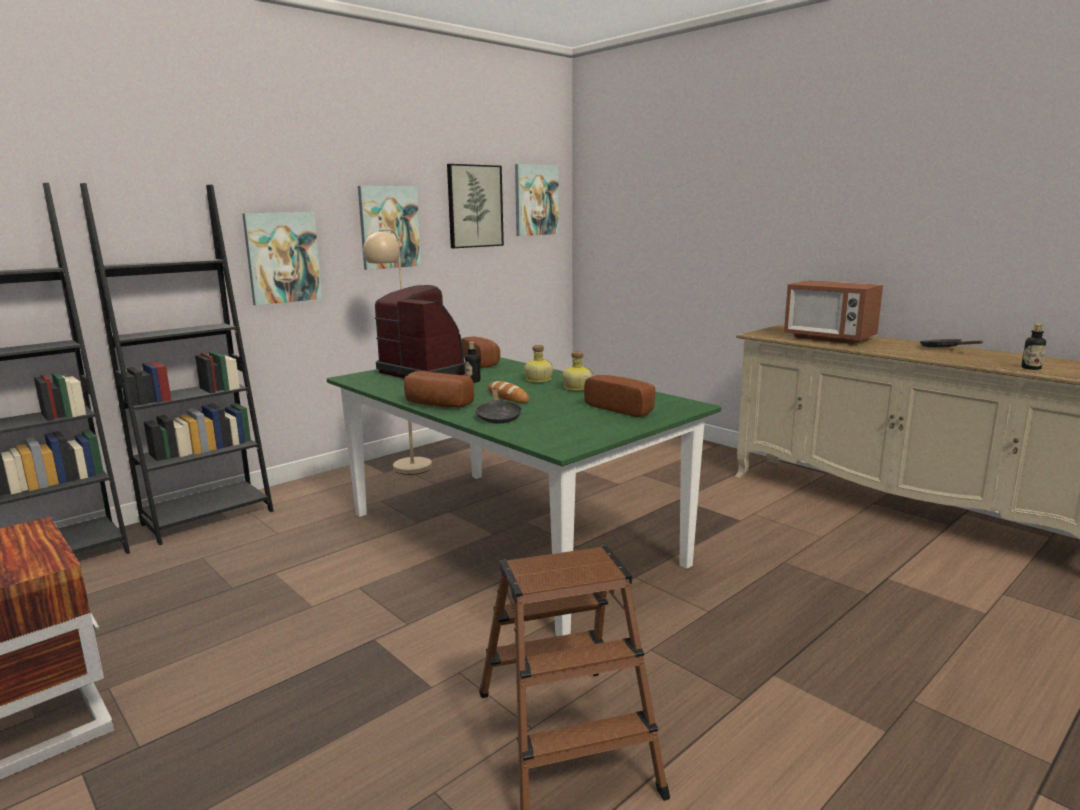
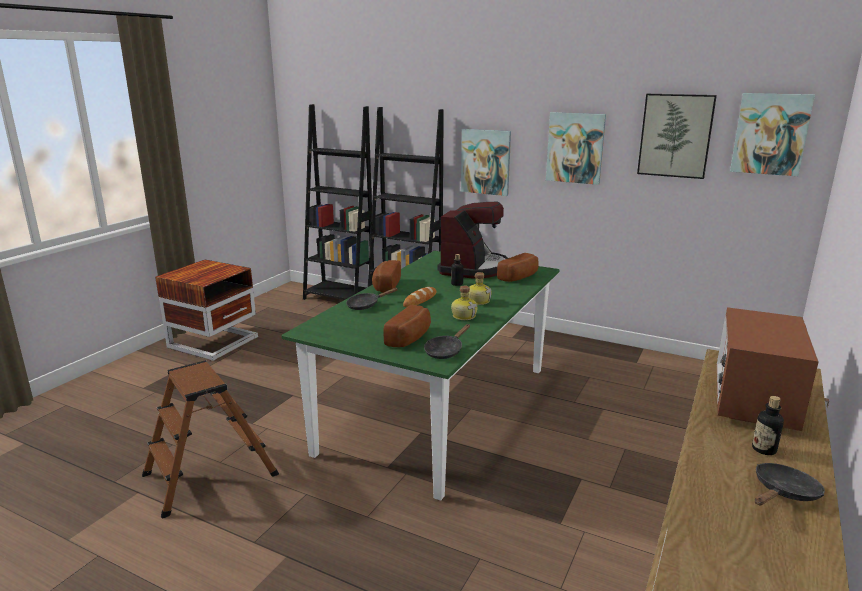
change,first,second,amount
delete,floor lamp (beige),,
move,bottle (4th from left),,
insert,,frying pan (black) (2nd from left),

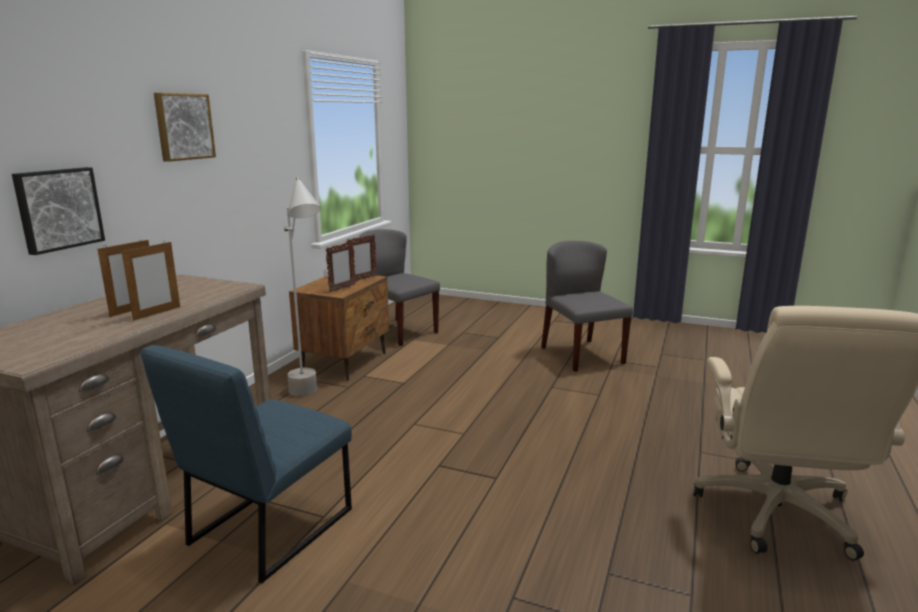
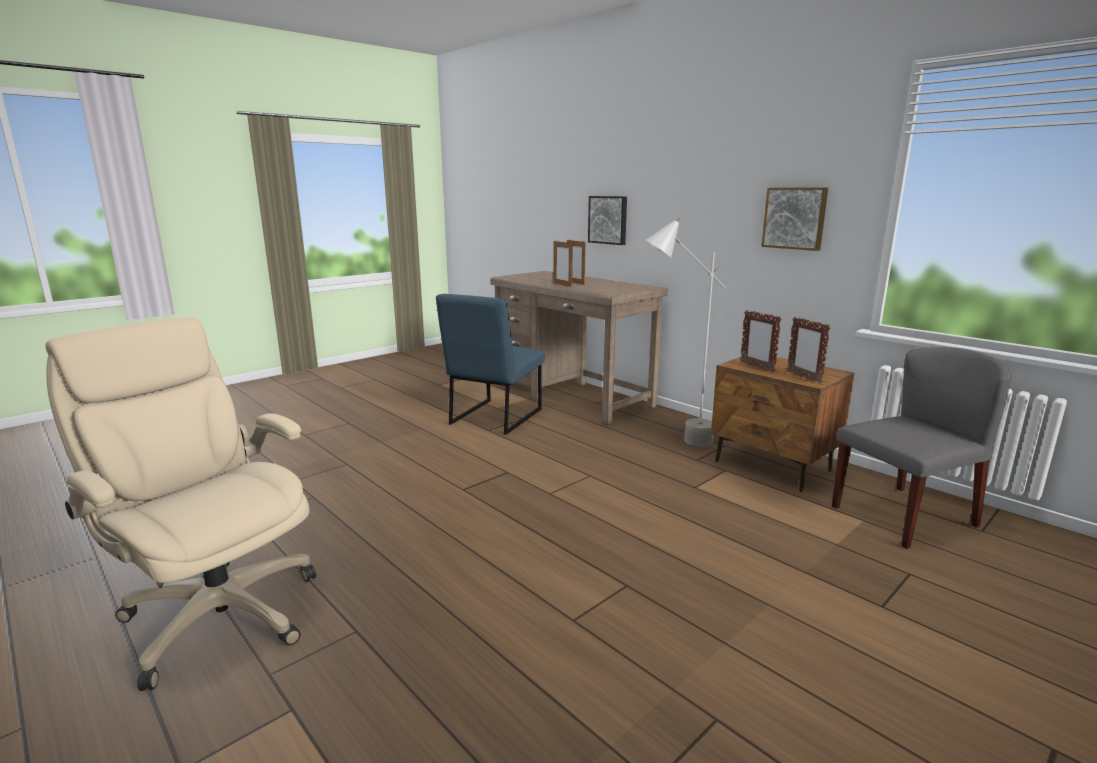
change,first,second,amount
rotate,chair (blue),,120 degrees counterclockwise
move,picture (2nd from left),,
delete,chair (grey) (2nd from left),,

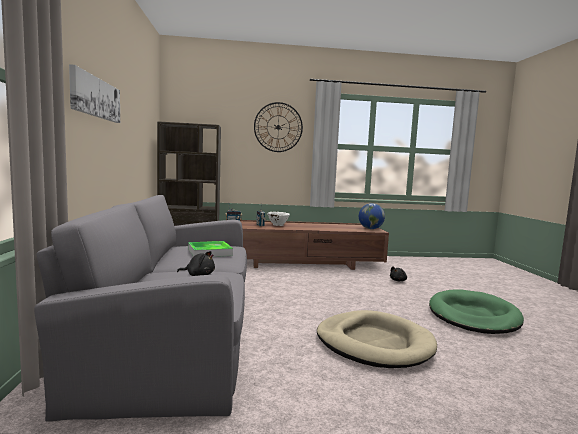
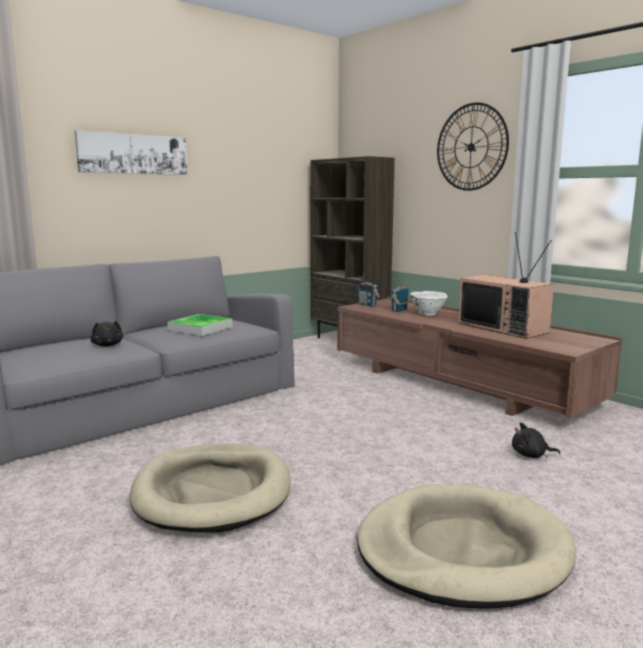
change,first,second,amount
delete,globe,,
recolor,dog bed (green),dog bed (beige) (2nd from left),
insert,,television,

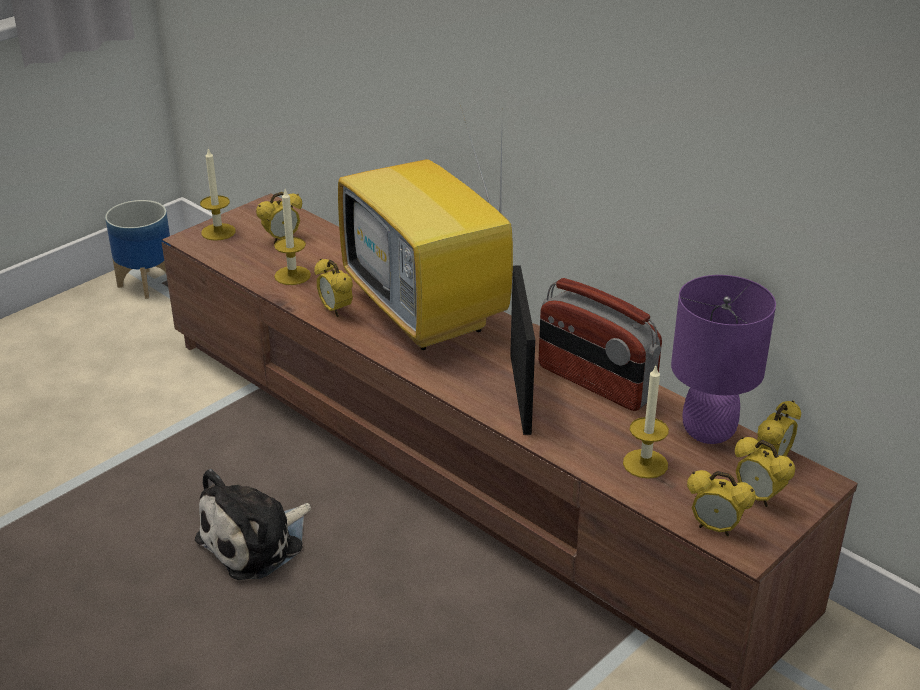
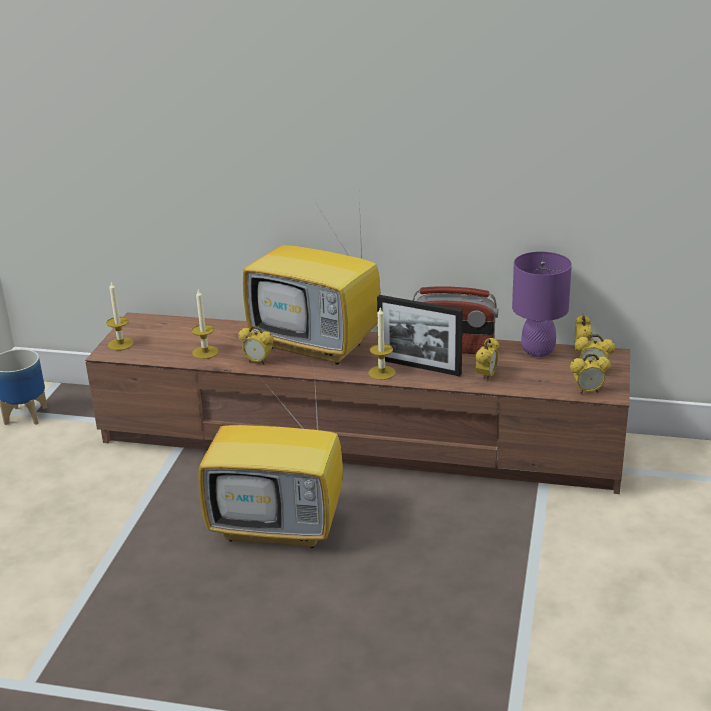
change,first,second,amount
replace,plush toy,television (1st from left),
move,alarm clock (1st from left in the first image),alarm clock (2nd from left),
rotate,picture frame,,150 degrees clockwise
move,candle (3rd from left),,

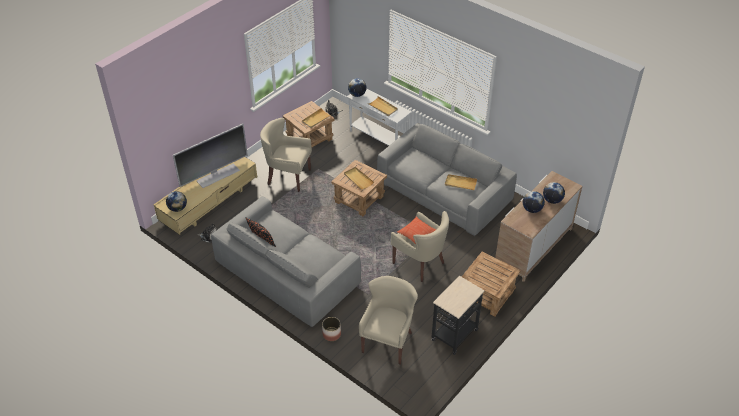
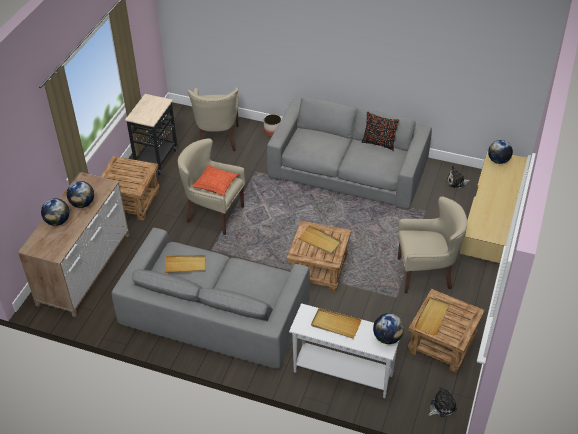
change,first,second,amount
delete,television,,

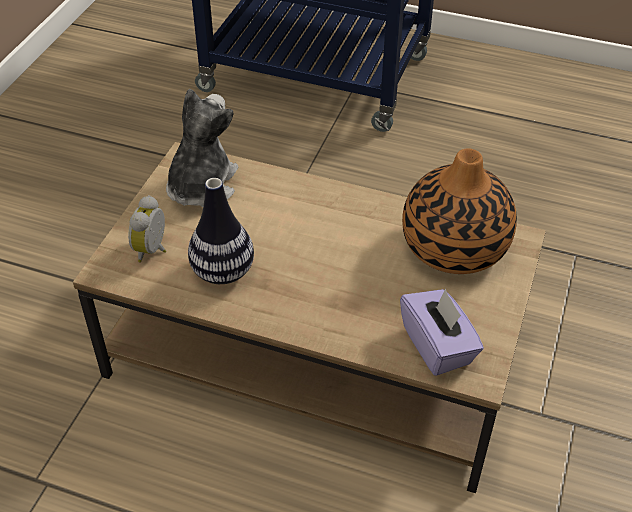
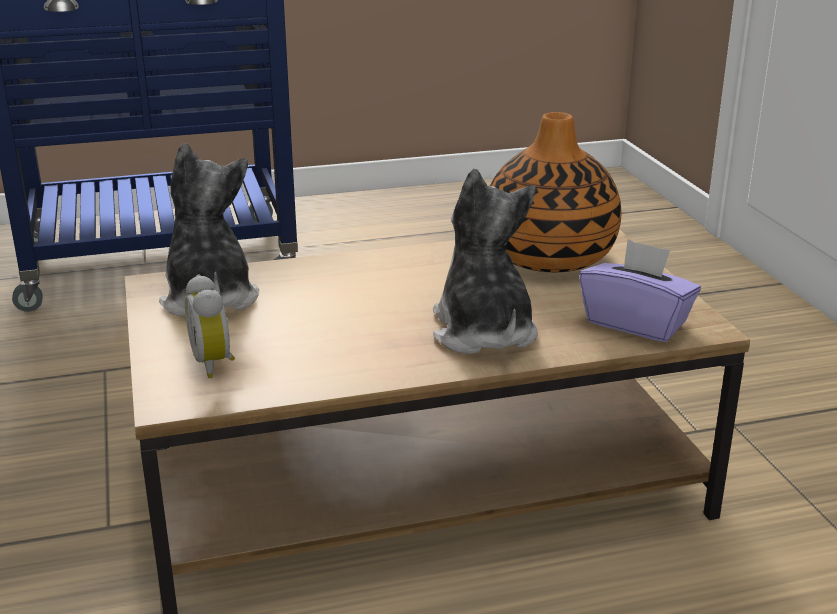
change,first,second,amount
delete,vase (1st from left),,
insert,,plush toy (2nd from left),

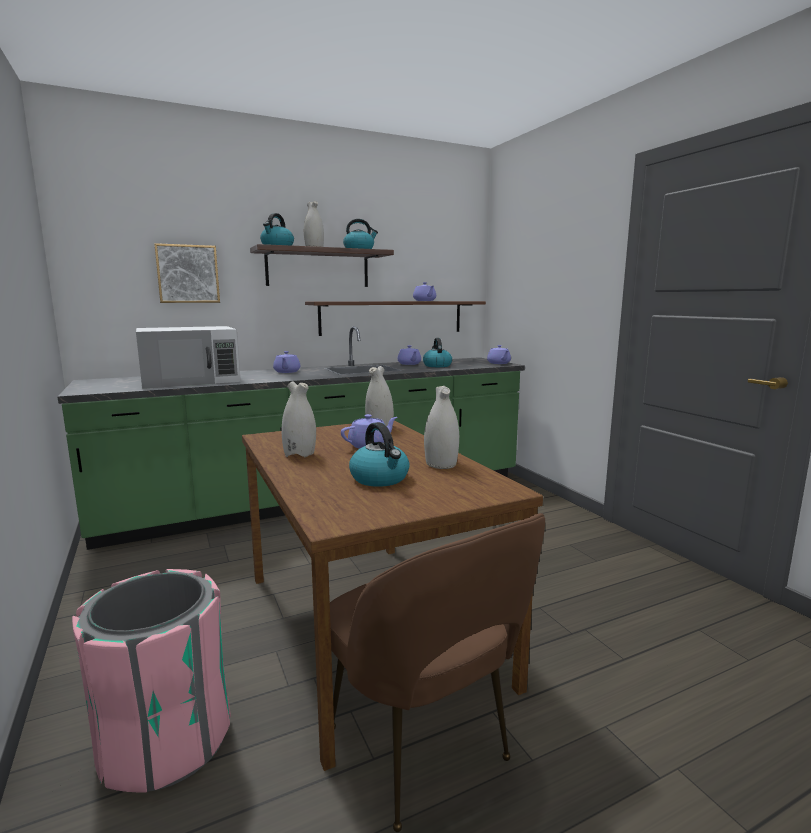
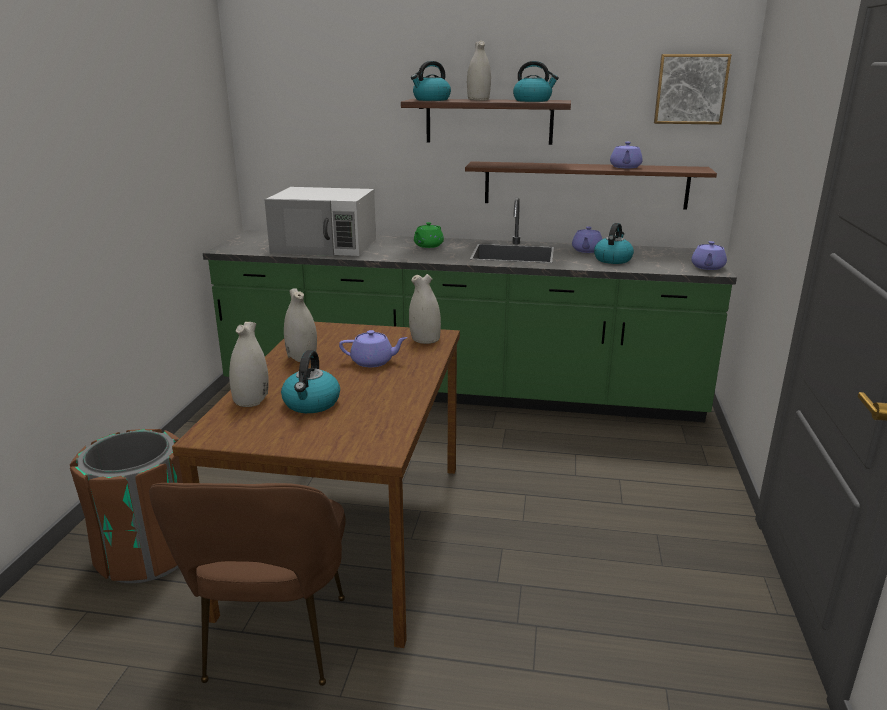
change,first,second,amount
recolor,trash can (pink),trash can (brown),
move,picture,,
recolor,teapot (purple) (1st from left),teapot (green),
move,vase (white) (4th from left in the first image),vase (white) (1st from left),

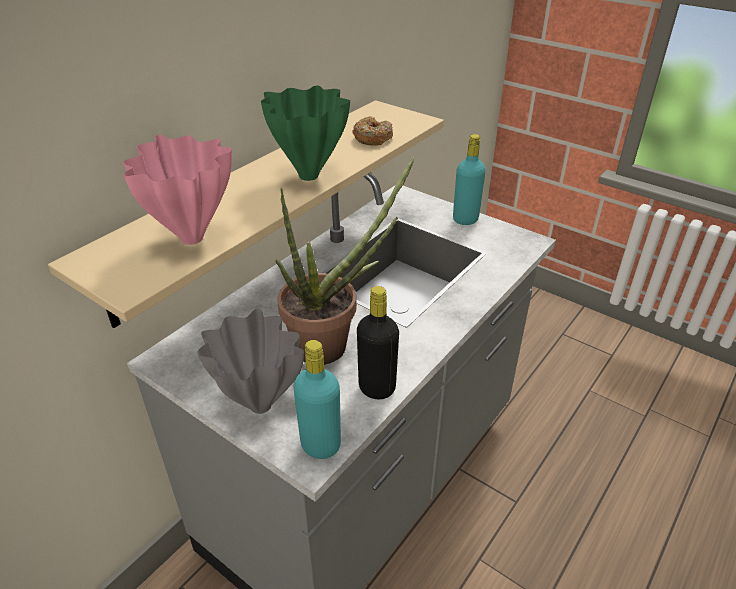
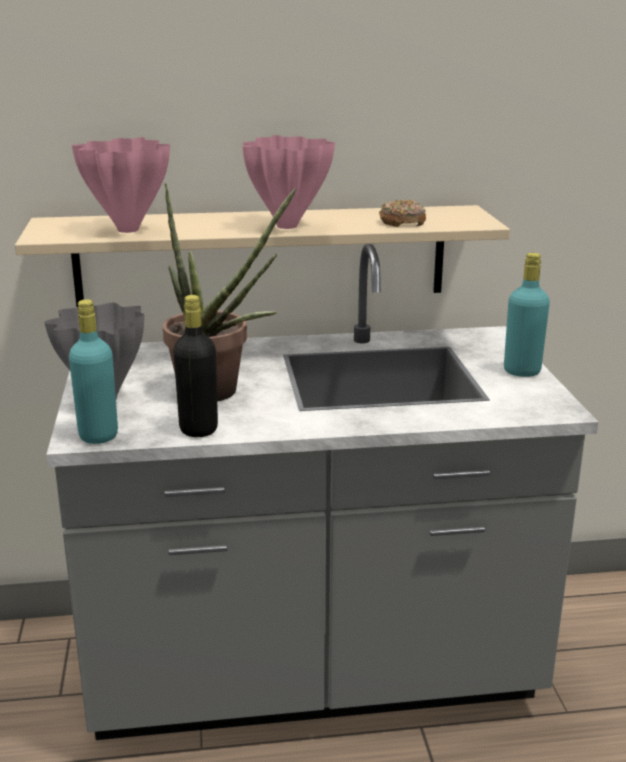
change,first,second,amount
recolor,vase (green),vase (pink) (2nd from left),

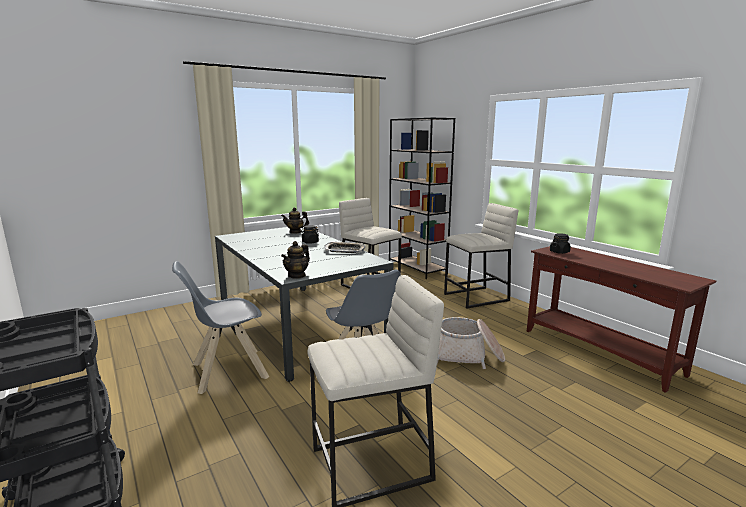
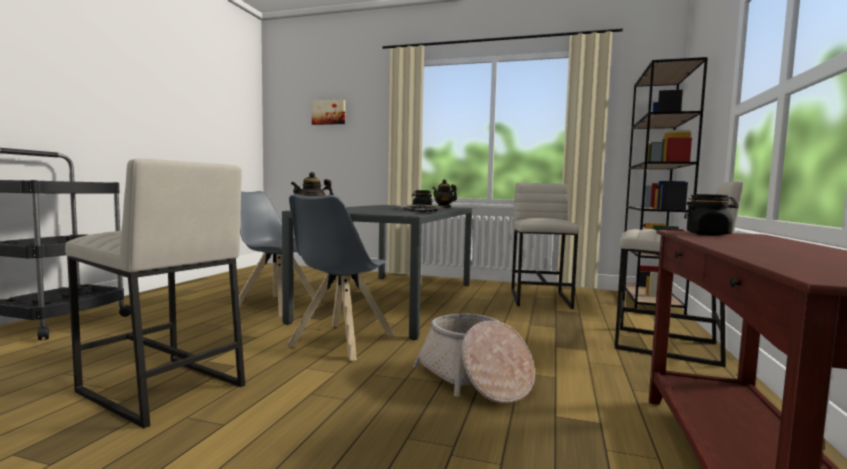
change,first,second,amount
insert,,picture,

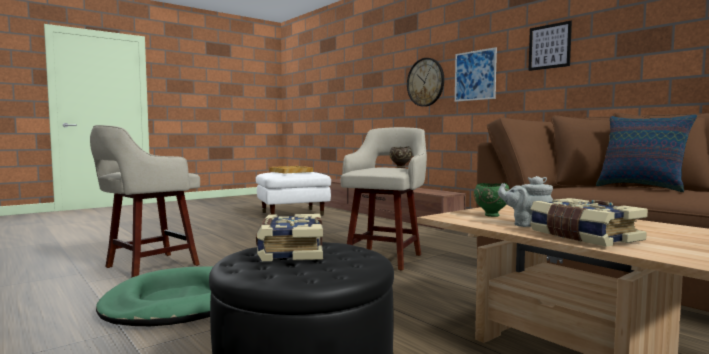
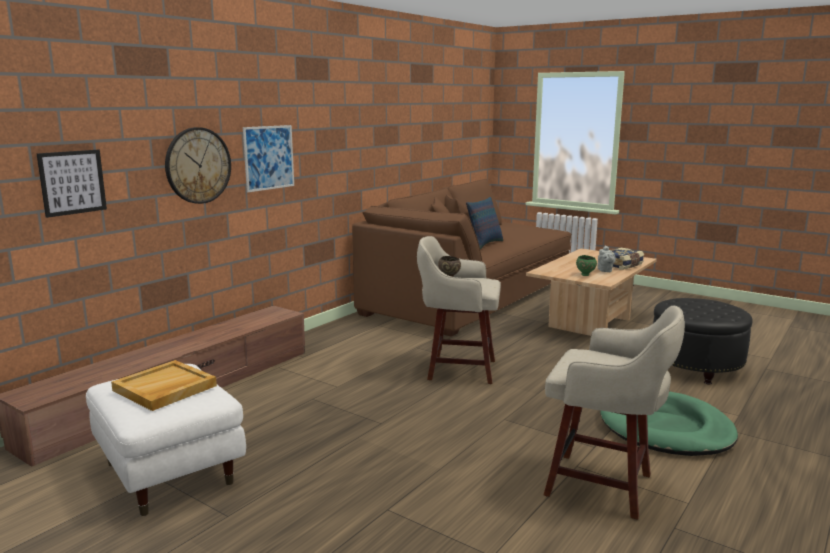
change,first,second,amount
delete,book (1st from left),,
move,picture (2nd from left in the first image),picture (1st from left),

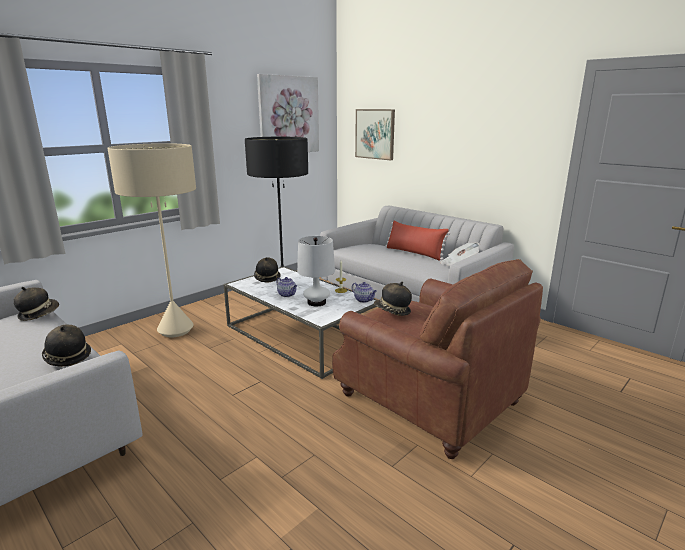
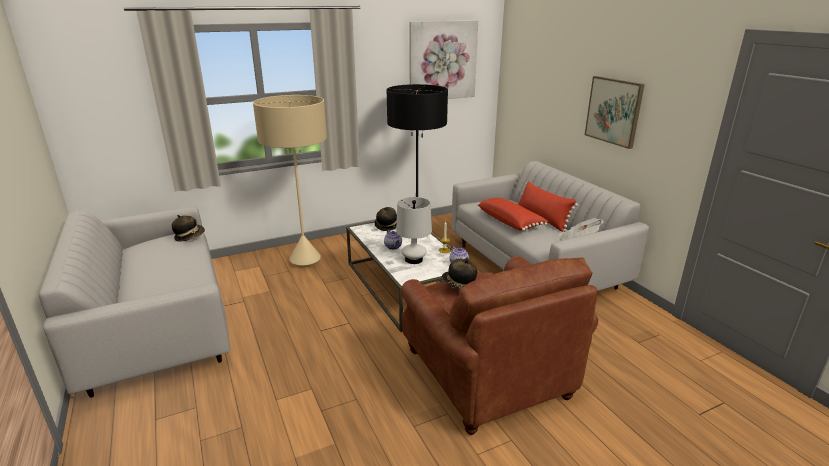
change,first,second,amount
delete,hat (2nd from left),,
move,picture (2nd from left),,
insert,,pillow (red) (1st from left),

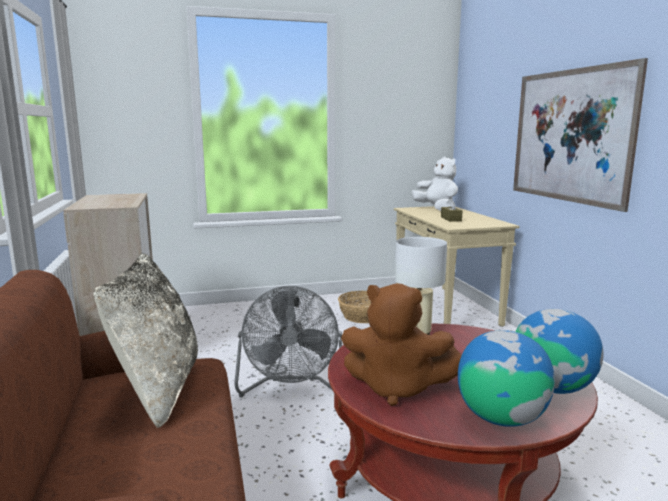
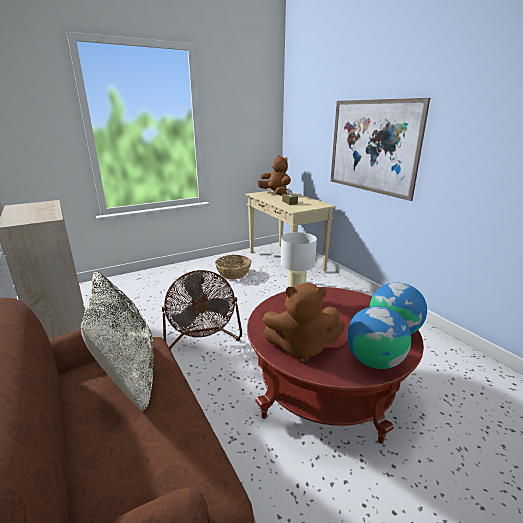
change,first,second,amount
recolor,fan (grey),fan (brown),
recolor,plush toy (white),plush toy (brown) (1st from left),

